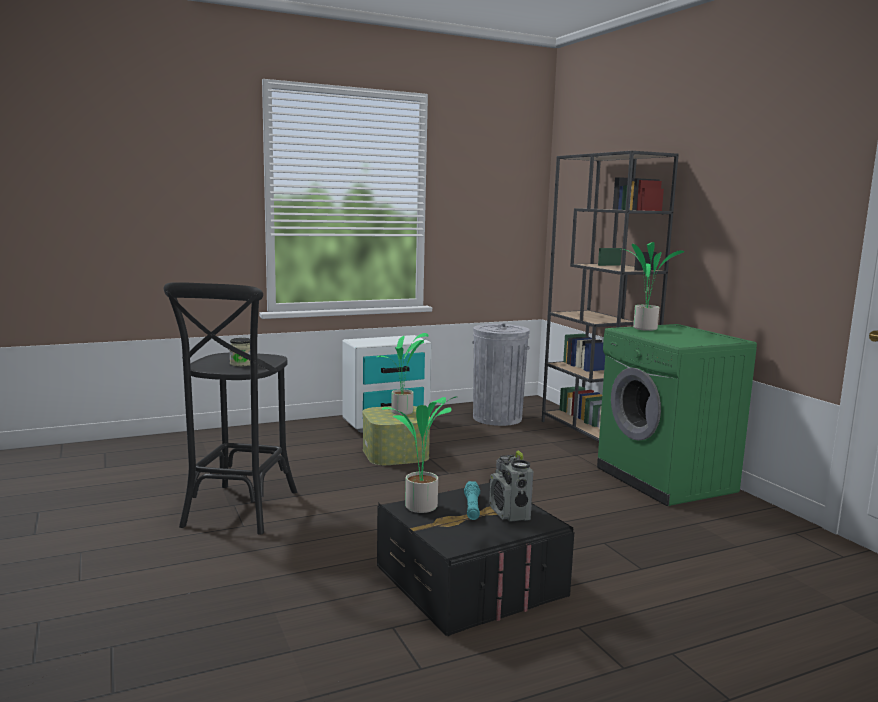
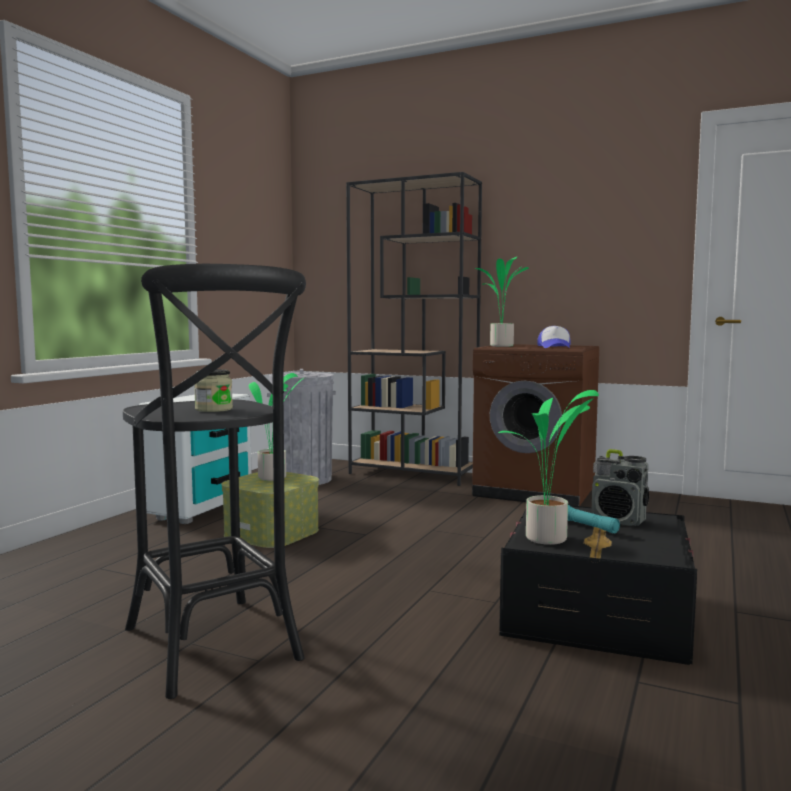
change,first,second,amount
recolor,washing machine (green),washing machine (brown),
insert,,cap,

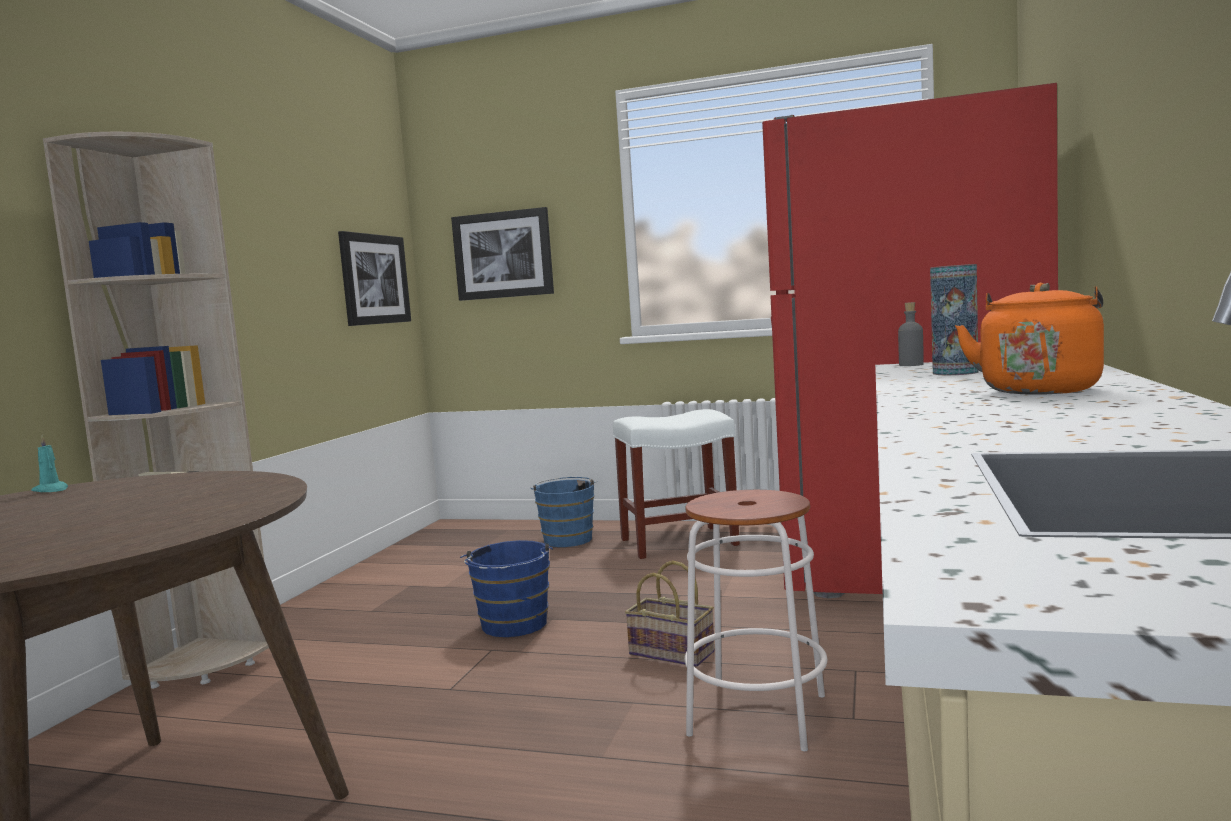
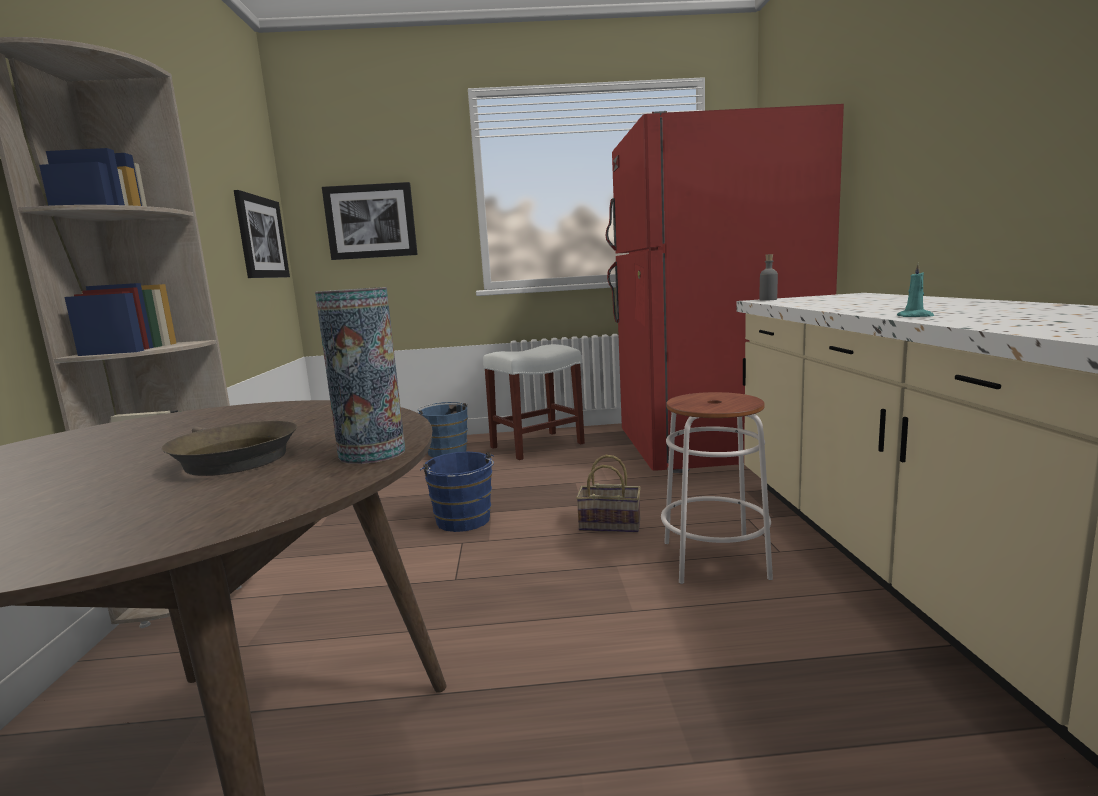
change,first,second,amount
move,candle (turquoise),,
move,vase,,
delete,kettle (orange),,
insert,,frying pan (brown),

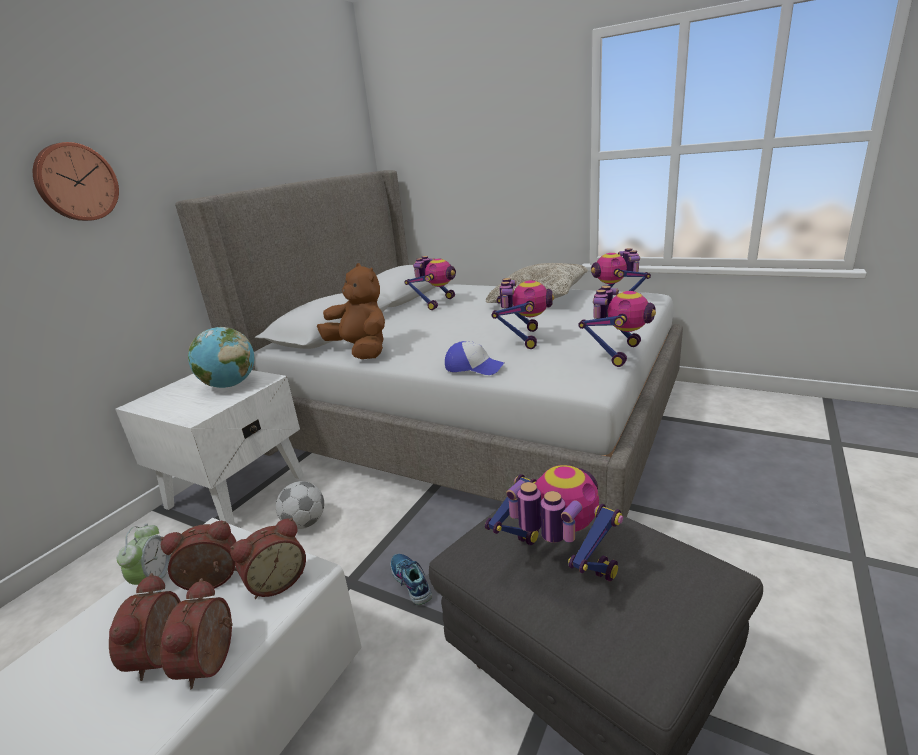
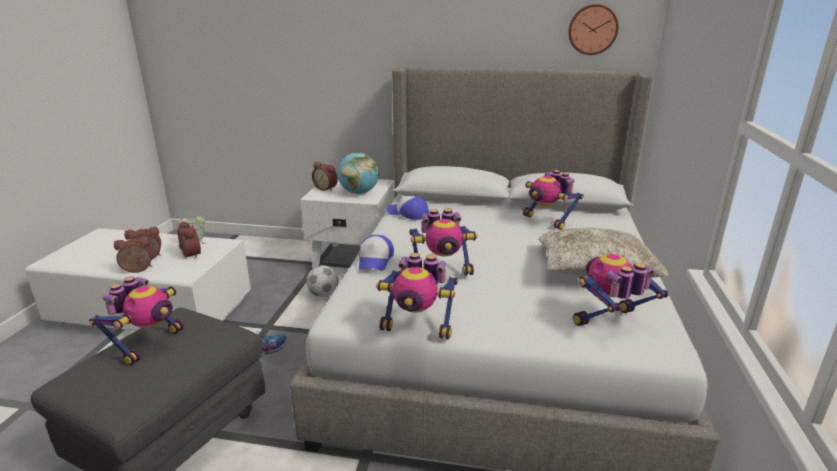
change,first,second,amount
move,wall clock,,
move,alarm clock (5th from left),,
replace,plush toy (brown),cap (2nd from left),
rotate,toy robot (1st from left in the first image),toy robot (4th from left),45 degrees clockwise

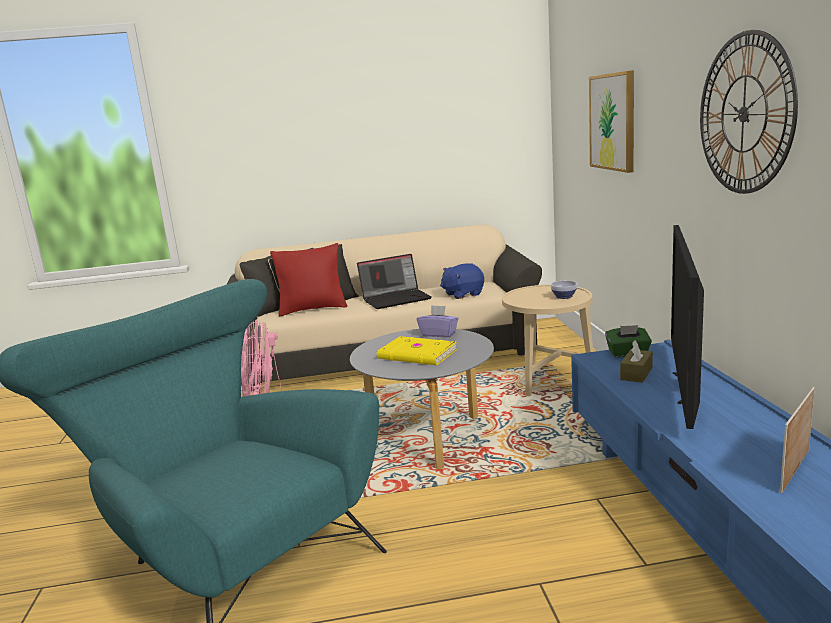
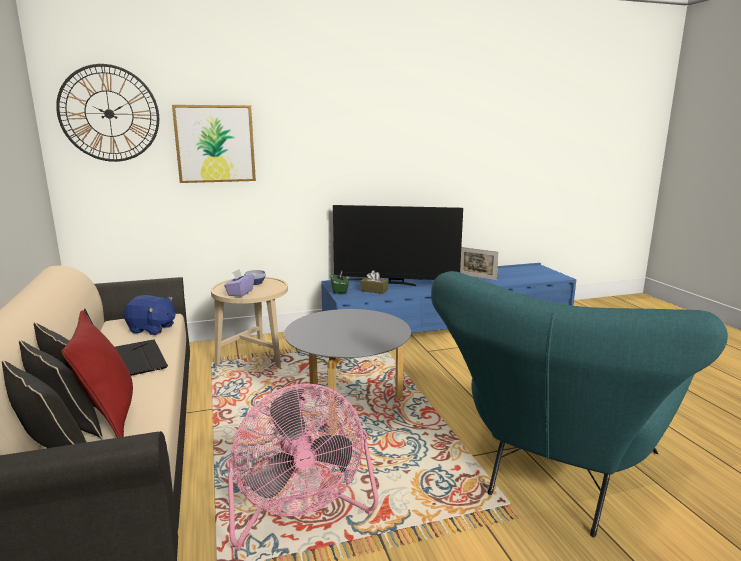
change,first,second,amount
delete,book (yellow),,
move,tissue box (purple),,
rotate,plush toy (blue),,45 degrees counterclockwise
move,wall clock,,

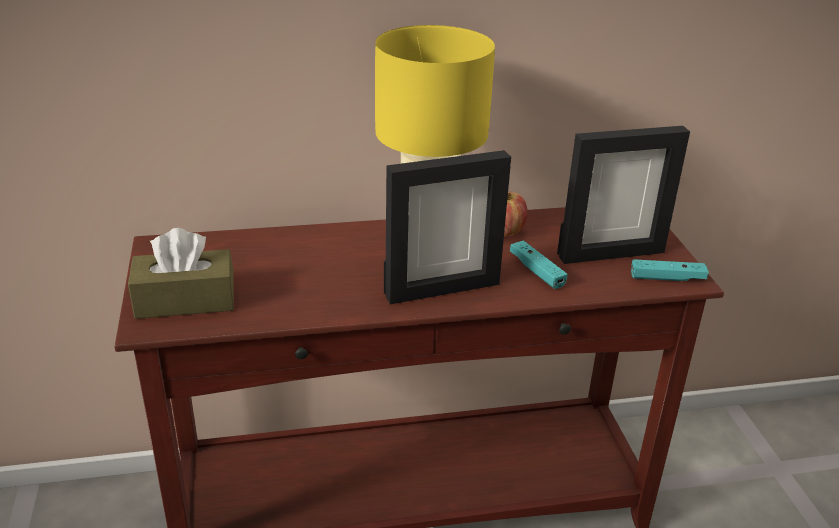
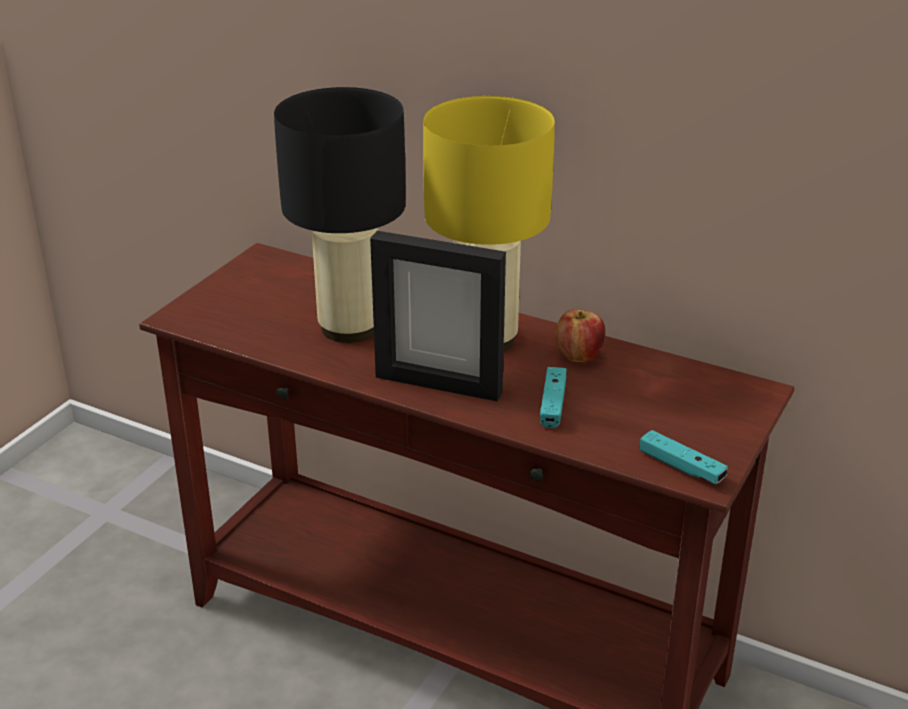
change,first,second,amount
delete,tissue box (brown),,
delete,picture frame (2nd from left),,
insert,,table lamp (black),

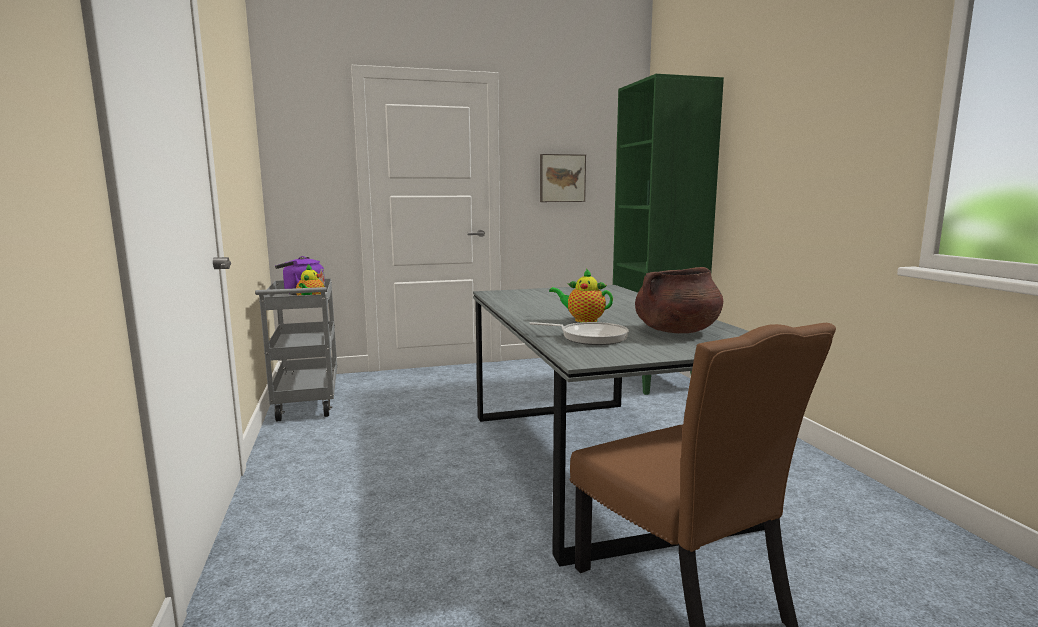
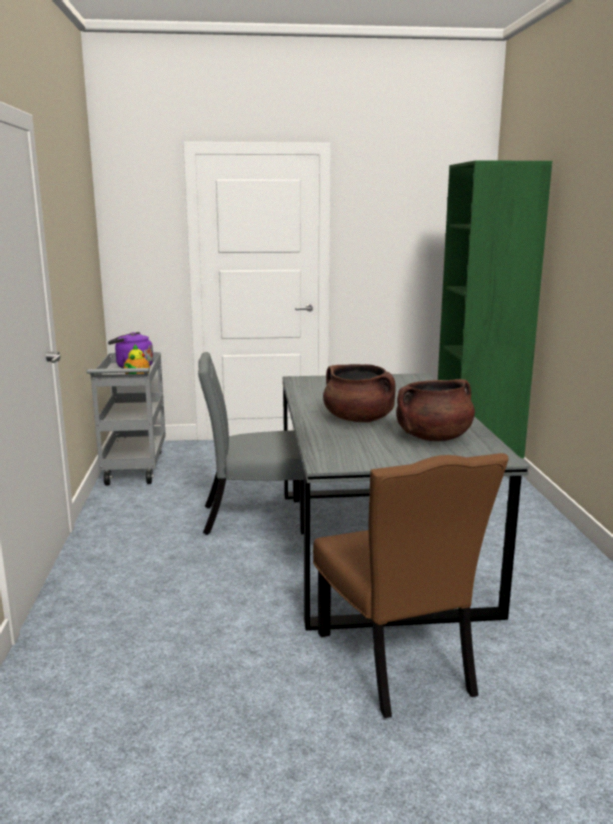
change,first,second,amount
delete,frying pan,,
delete,picture,,
replace,teapot (2nd from left),cooking pot (brown) (1st from left),
insert,,chair (grey),

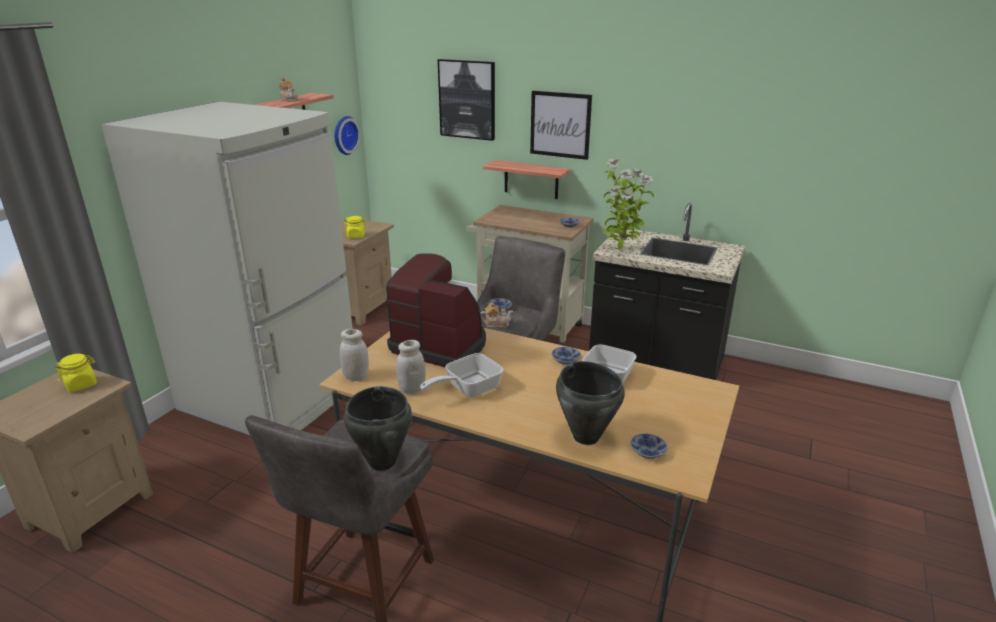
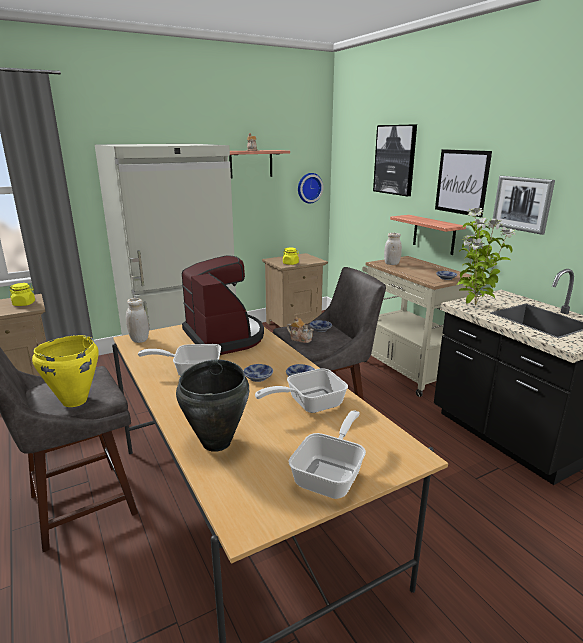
change,first,second,amount
recolor,cooking pot (black) (1st from left),cooking pot (yellow),
move,jar (white) (2nd from left),,
move,bowl (4th from left in the first image),bowl (1st from left),
insert,,frying pan (3rd from left),
insert,,picture (3rd from left),

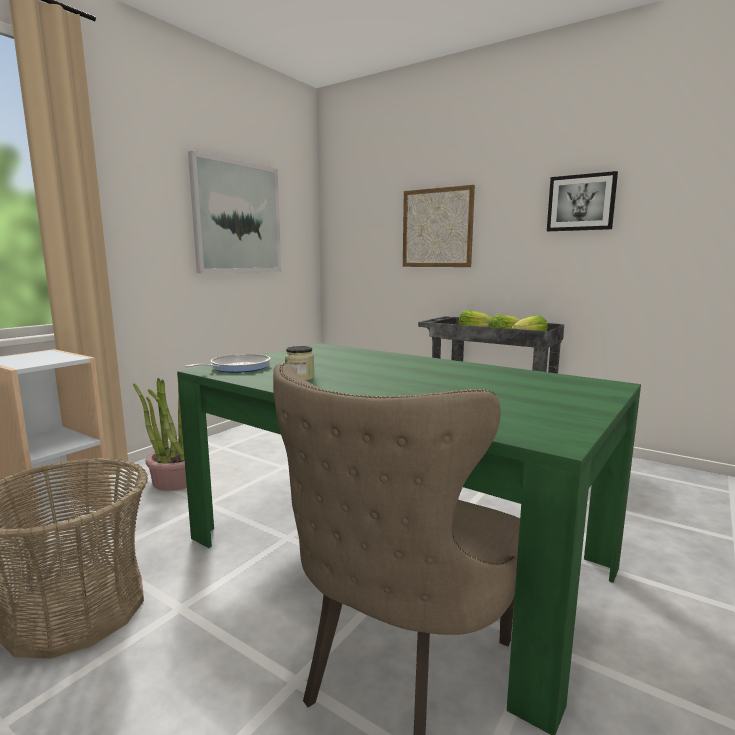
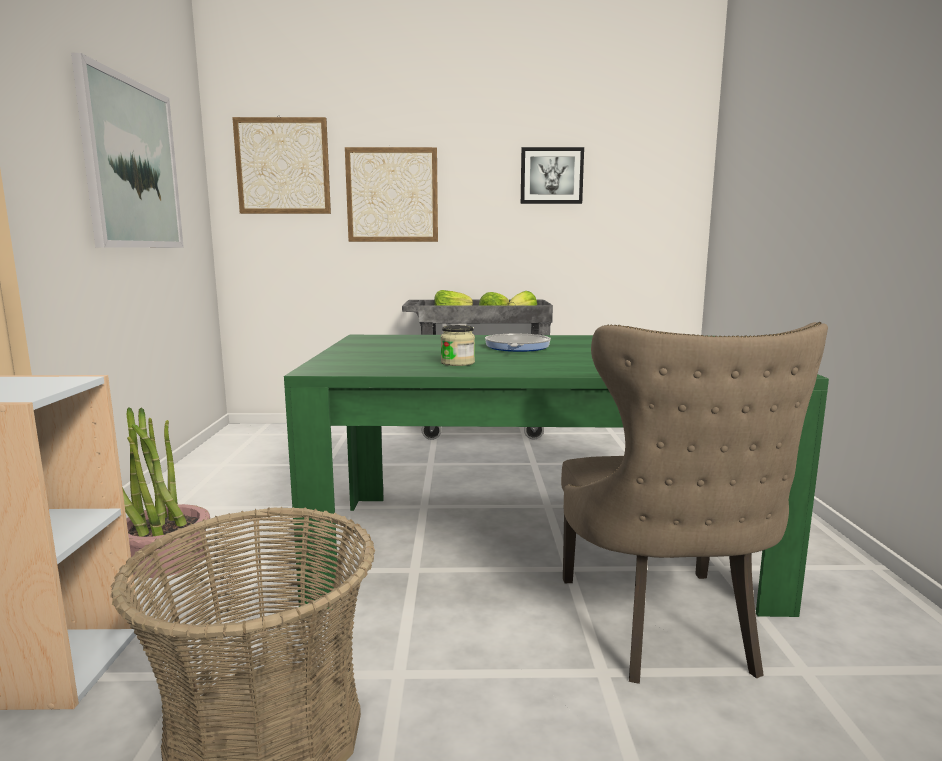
change,first,second,amount
move,frying pan,,
insert,,picture (2nd from left),

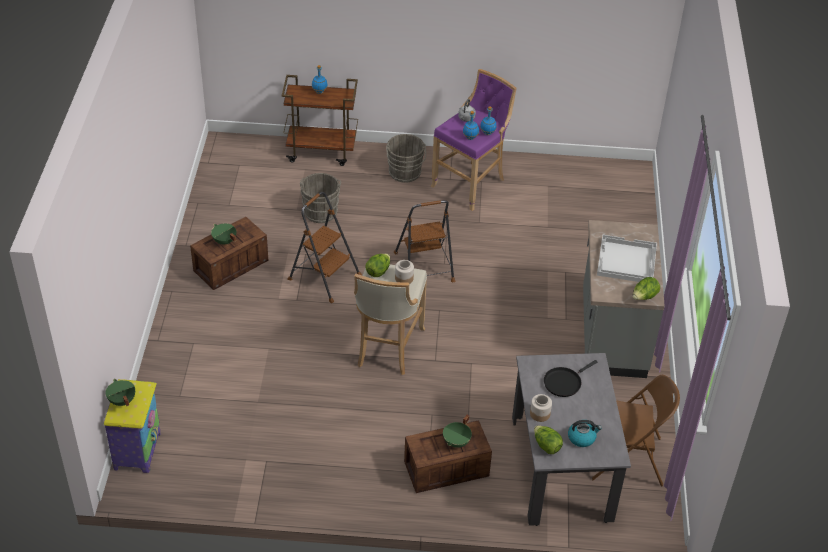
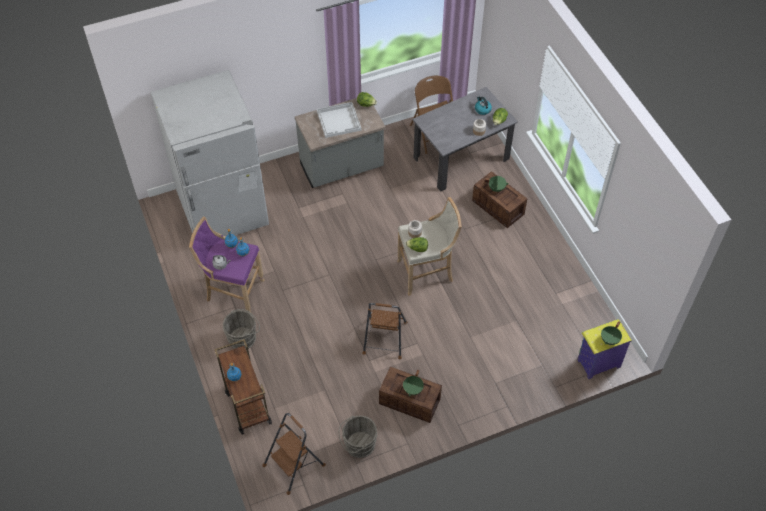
change,first,second,amount
move,bucket (grey) (1st from left in the first image),bucket (grey) (2nd from left),
move,step ladder (brown) (2nd from left in the first image),step ladder (brown) (1st from left),
delete,frying pan (black),,
insert,,fridge (white),

